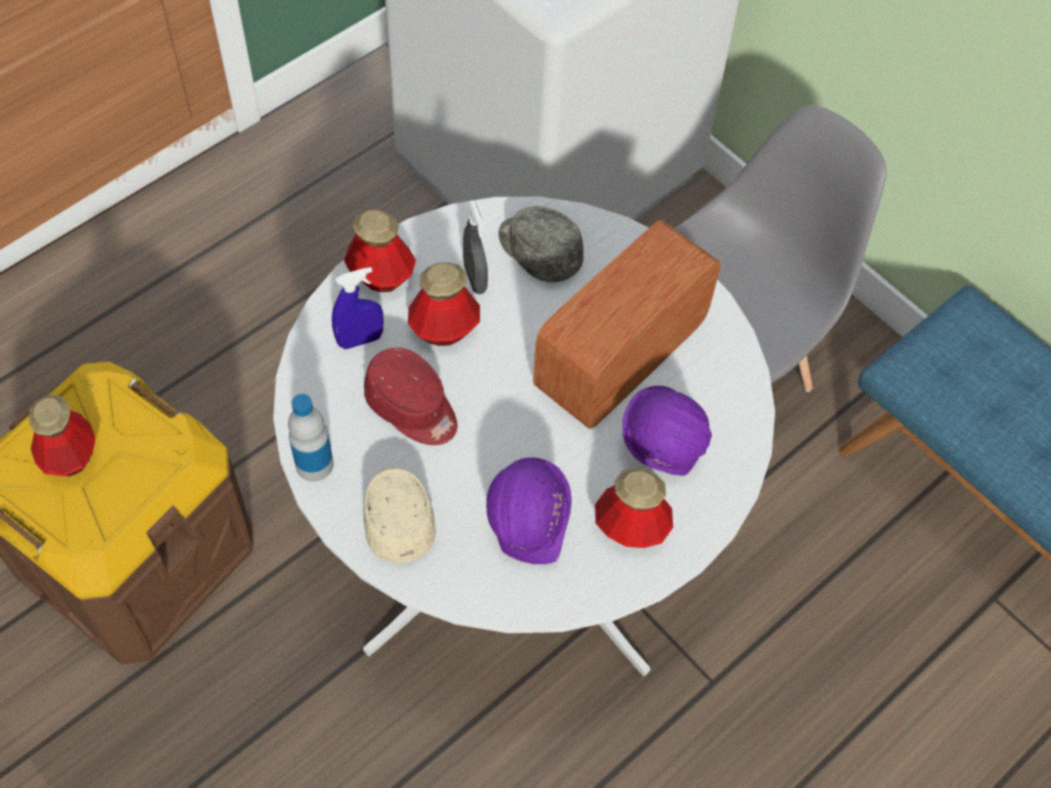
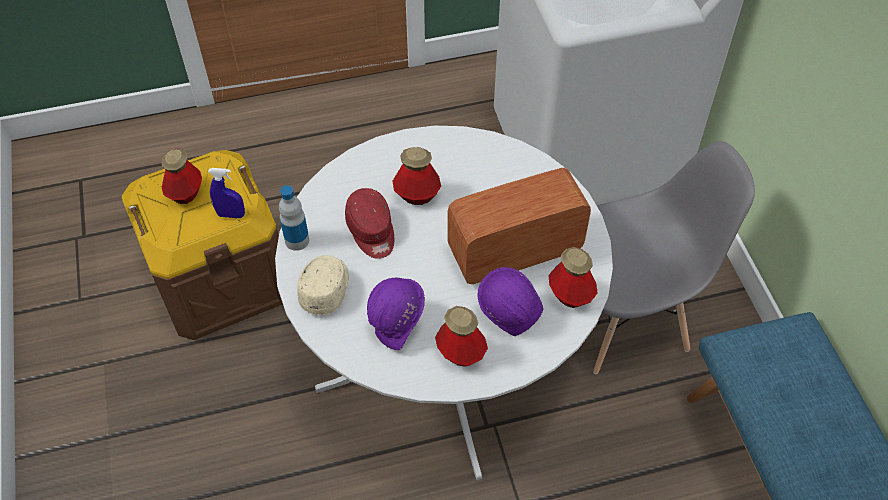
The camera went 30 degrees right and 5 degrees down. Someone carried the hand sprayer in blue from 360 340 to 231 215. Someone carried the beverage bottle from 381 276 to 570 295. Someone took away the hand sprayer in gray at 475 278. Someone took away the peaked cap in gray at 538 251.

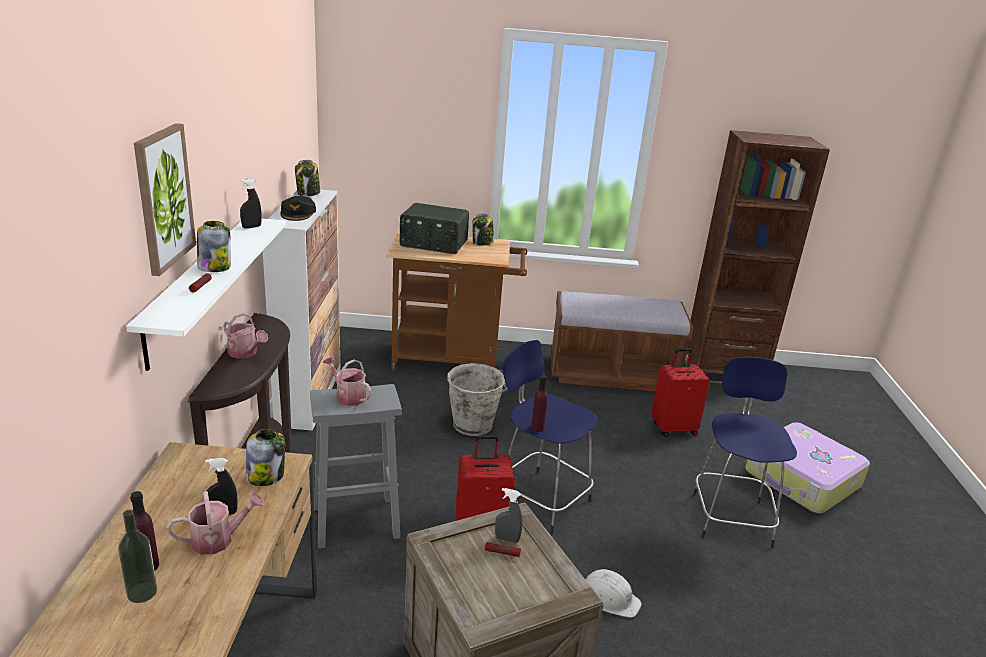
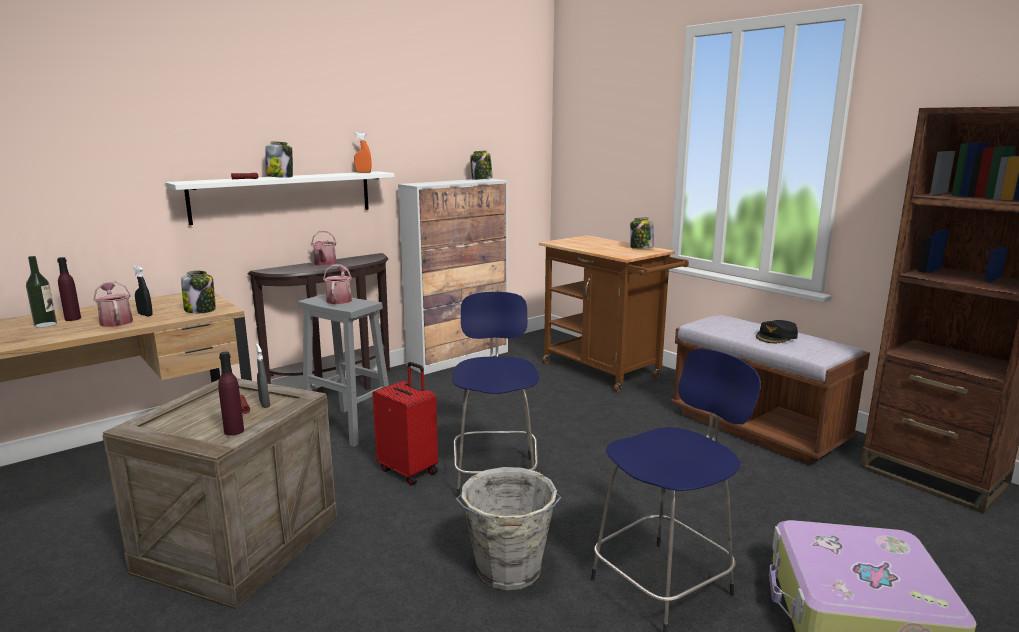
The camera went 50 degrees right and 10 degrees down. Someone rotated the watering can at 218 539 by 150 degrees counterclockwise. Someone carried the beverage bottle in purple from 537 428 to 234 431. Someone repainted the hand sprayer in blackish at 251 227, which became the hand sprayer in orange-coloured at 363 172. Someone carried the bucket in gray from 474 425 to 508 571. Someone carried the peaked cap in blackish from 298 213 to 776 337. Someone took away the picture at 163 198. Someone took away the radio set at 433 244. Someone took away the hard hat in white-coloured at 609 598. Someone took away the travel case in red at 673 428.

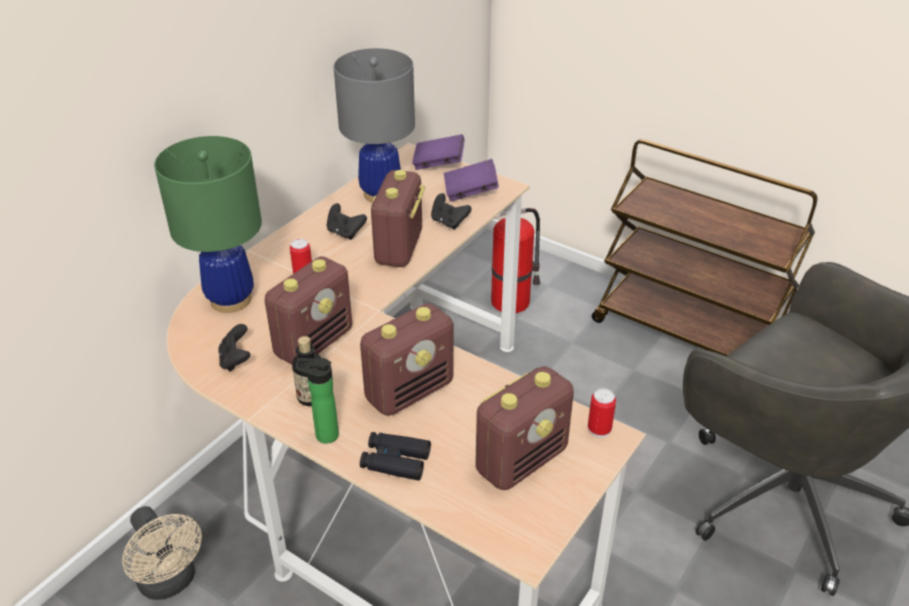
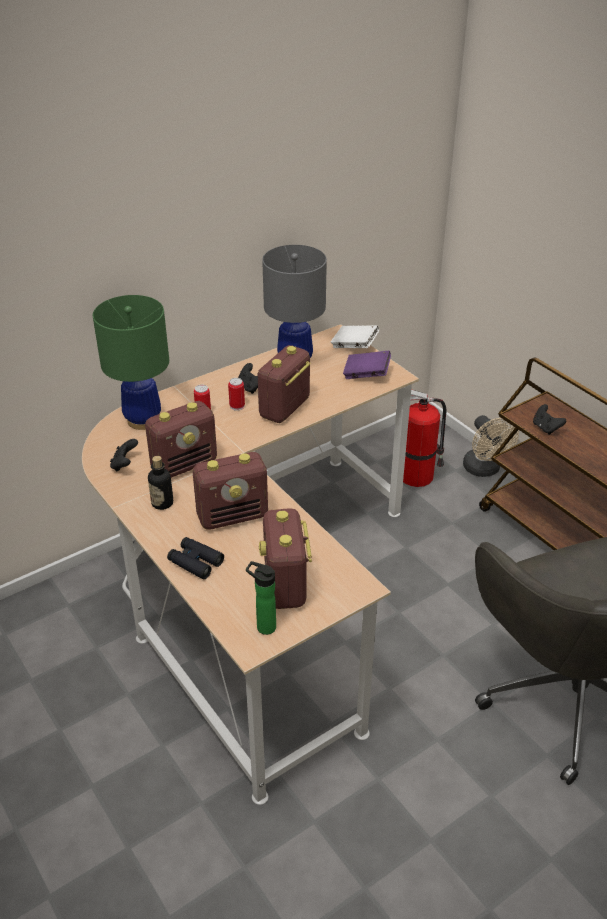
The camera went 20 degrees right and 0 degrees up. Someone carried the can from 599 429 to 237 406. Someone carried the beverage bottle from 323 435 to 263 626. Someone rotated the radio set at 522 460 by 105 degrees clockwise. Someone repainted the volume in purple at 438 164, which became the volume in white-coloured at 354 346. Someone carried the cooling fan in sand-coloured from 170 582 to 484 470. Someone carried the gamepad in blackish from 448 222 to 546 428.

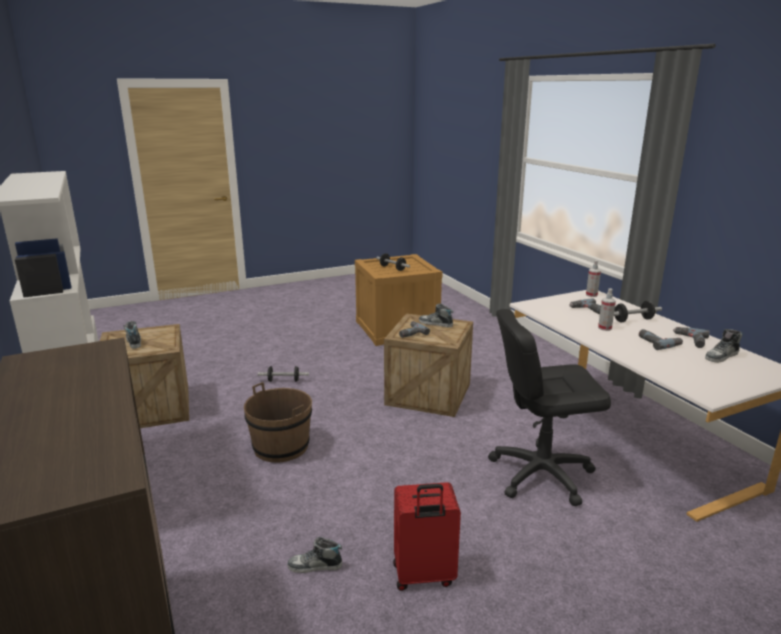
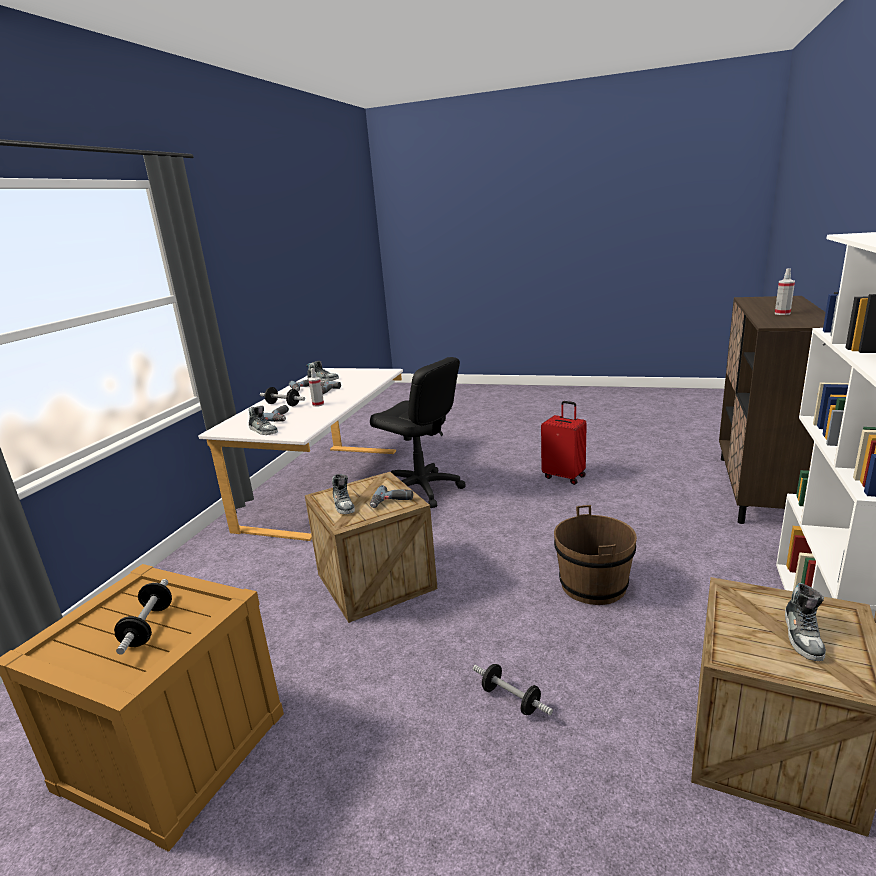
The camera went 135 degrees left and 0 degrees up. Someone carried the low shoe from 315 566 to 263 430. Someone carried the hand sprayer from 591 295 to 782 313.

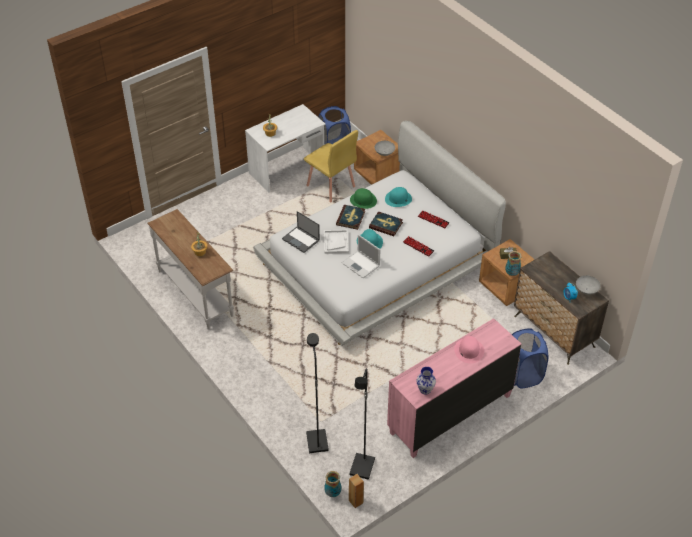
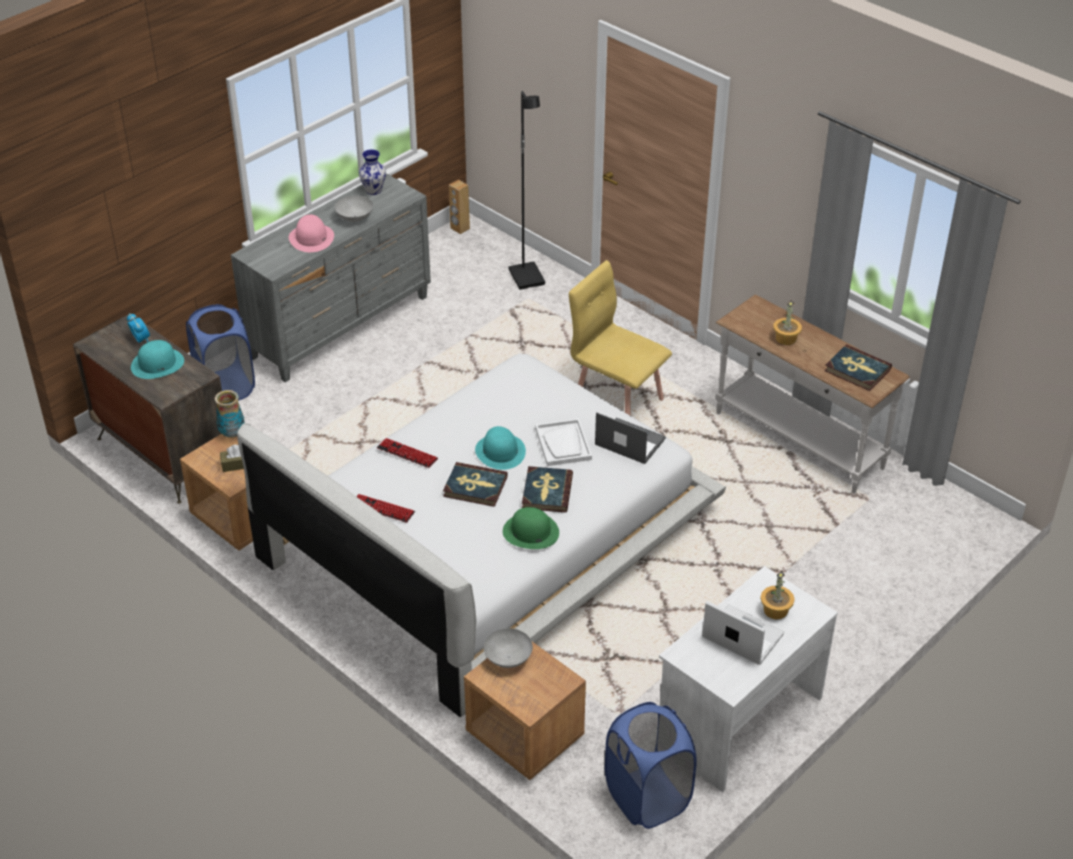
The camera went 170 degrees right and 5 degrees down. Someone carried the clothing hat in turquoise-coloured from 398 199 to 157 363. Someone repainted the chest of drawers in pink at 449 414, which became the chest of drawers in gray at 341 327. Someone carried the bowl in gray from 586 290 to 355 218. Someone carried the plain chair in yellow-coloured from 331 186 to 617 403. Someone carried the laptop from 361 265 to 741 635. Someone put down the volume at 857 370. Someone took away the vase at 333 493. Someone took away the floor lamp in blackish at 362 467.

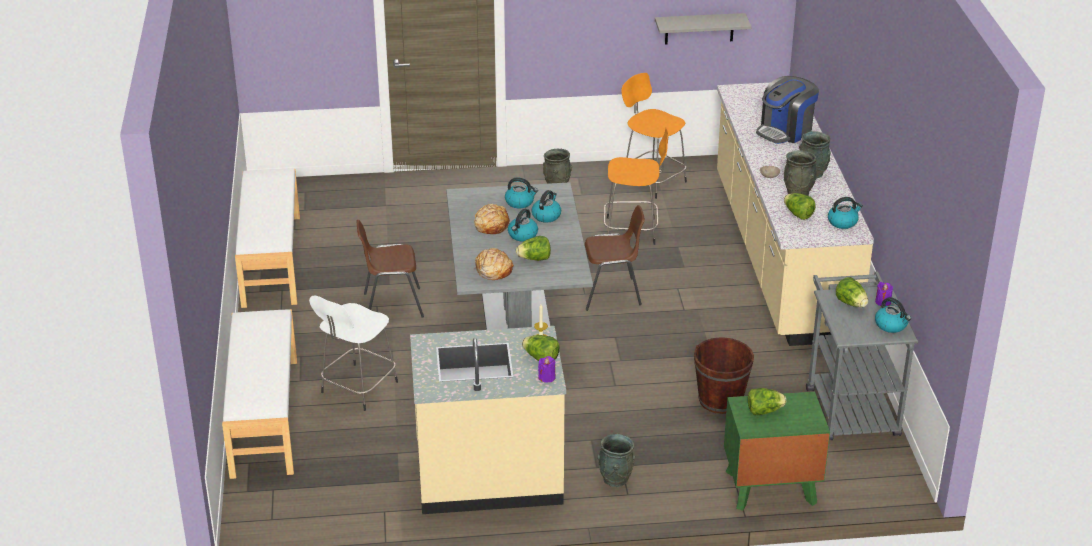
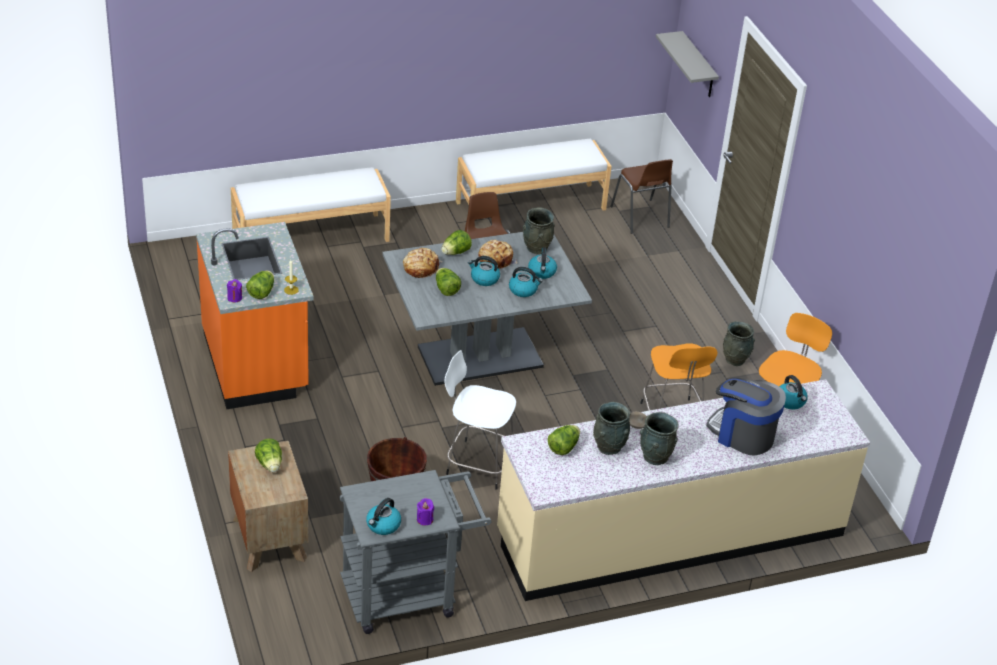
The camera went 75 degrees right and 5 degrees up. Someone repainted the kitchen counter in sand-coloured at 489 476, which became the kitchen counter in orange-coloured at 257 363. Someone repainted the bedside table in green at 770 487, which became the bedside table in brown-coloured at 269 538. Someone carried the lettuce head from 851 303 to 455 252. Someone carried the sitting stool in white-coloured from 357 388 to 478 464. Someone carried the vase in gray from 615 479 to 536 248. Someone carried the plain chair in brown-coloured from 611 294 to 640 218. Someone carried the bracket shelf in gray from 699 28 to 698 66. Someone carried the kettle from 843 222 to 790 401.

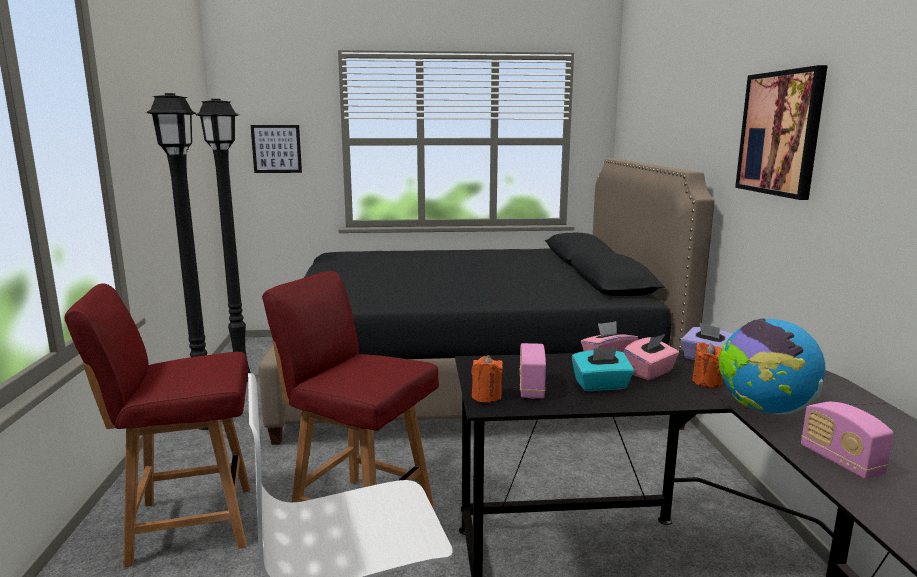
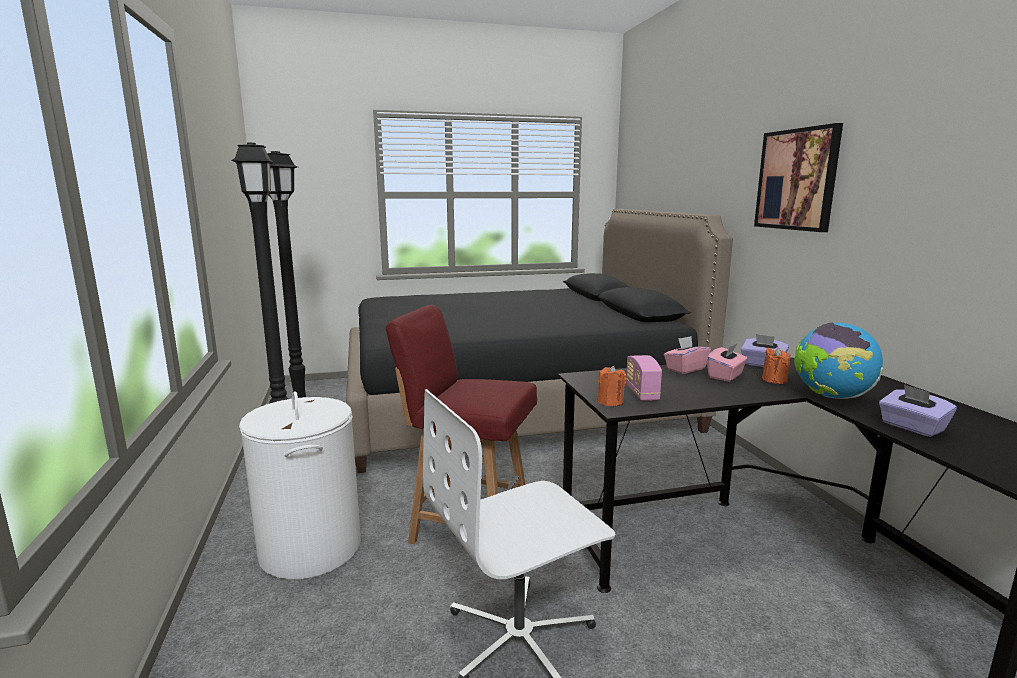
The camera went 10 degrees left and 0 degrees up. Someone swapped the plain chair in red at 188 524 for the washing basket in white-coloured at 310 548. Someone swapped the radio set at 840 461 for the tissue holder in purple at 912 427. Someone took away the picture at 276 149. Someone took away the tissue holder in turquoise-coloured at 601 386.

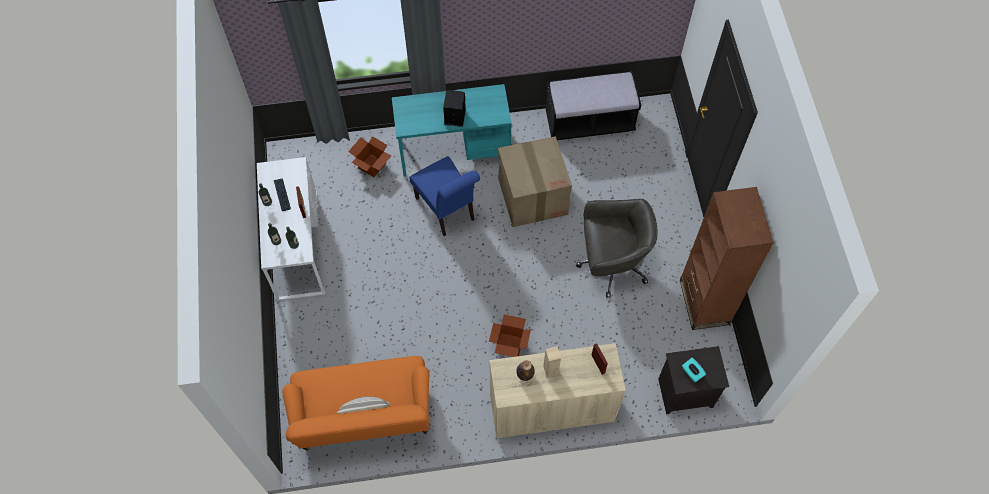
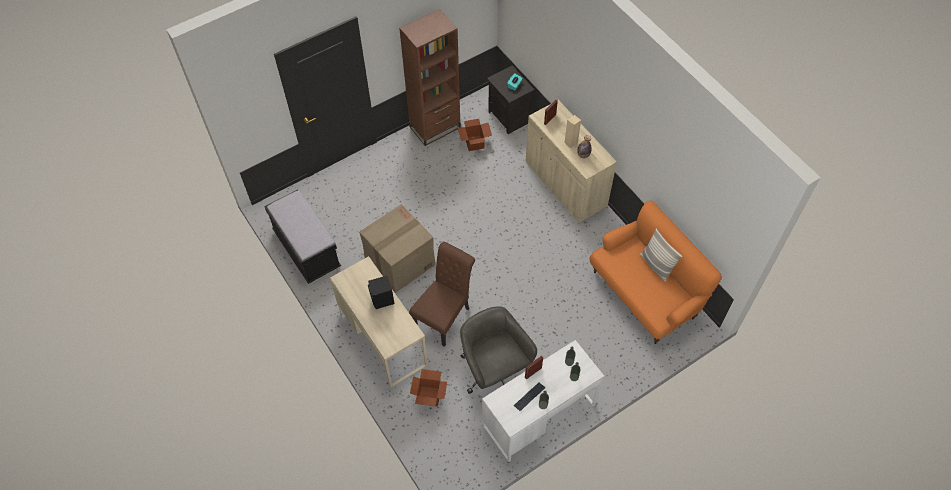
The camera went 115 degrees left and 5 degrees down. Someone repainted the desk unit in turquoise-coloured at 454 151, which became the desk unit in sand-coloured at 383 337. Someone repainted the plain chair in blue at 447 211, which became the plain chair in brown-coloured at 445 316. Someone carried the packing box from 510 344 to 474 143. Someone carried the computer chair in gray from 611 264 to 493 372.

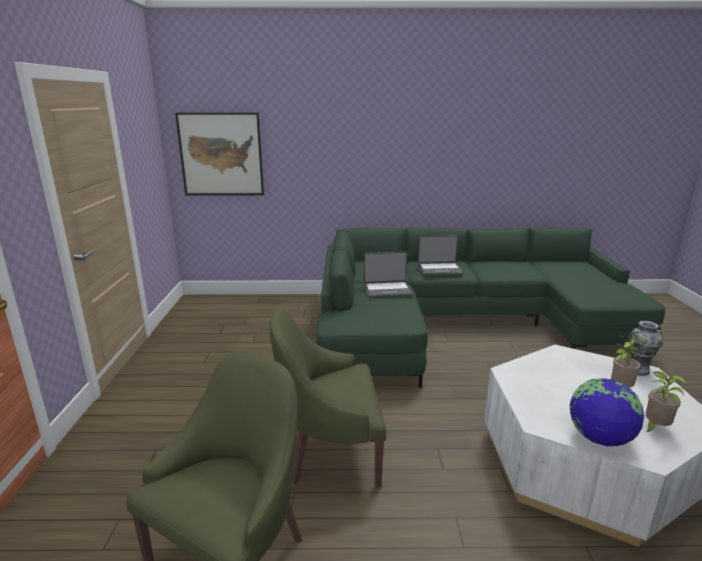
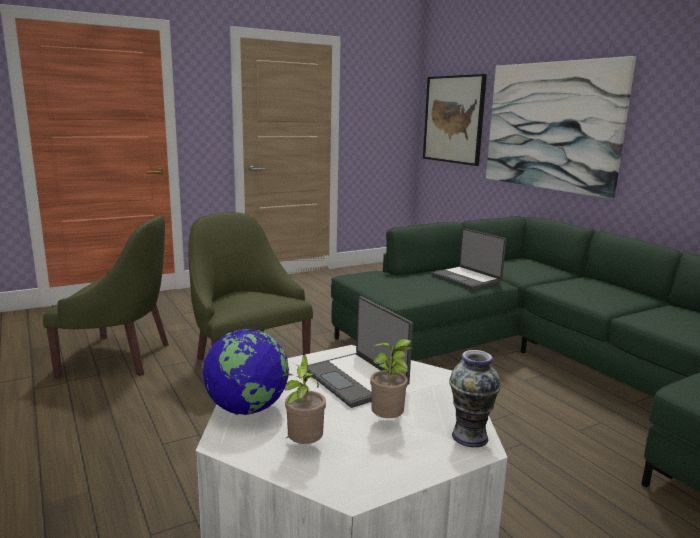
The camera went 60 degrees right and 5 degrees down. Someone carried the laptop from 439 269 to 356 380. Someone put up the picture at 551 126.

